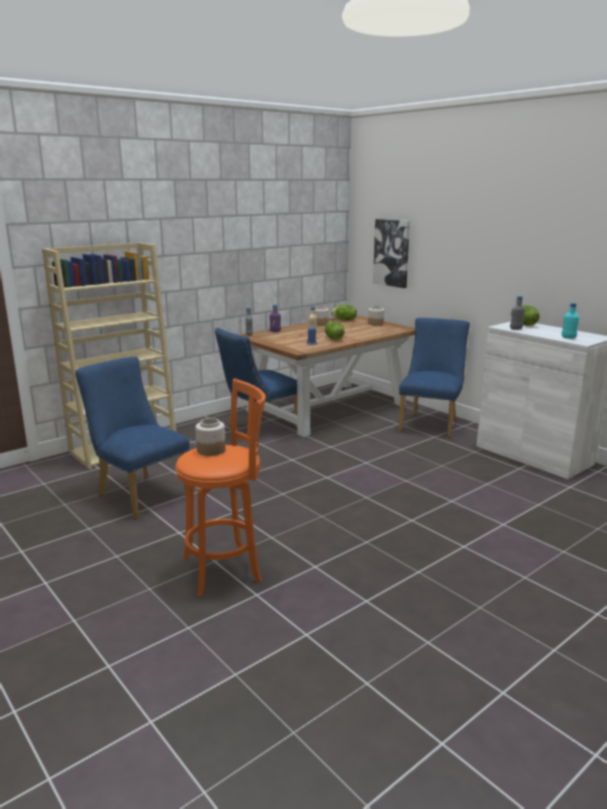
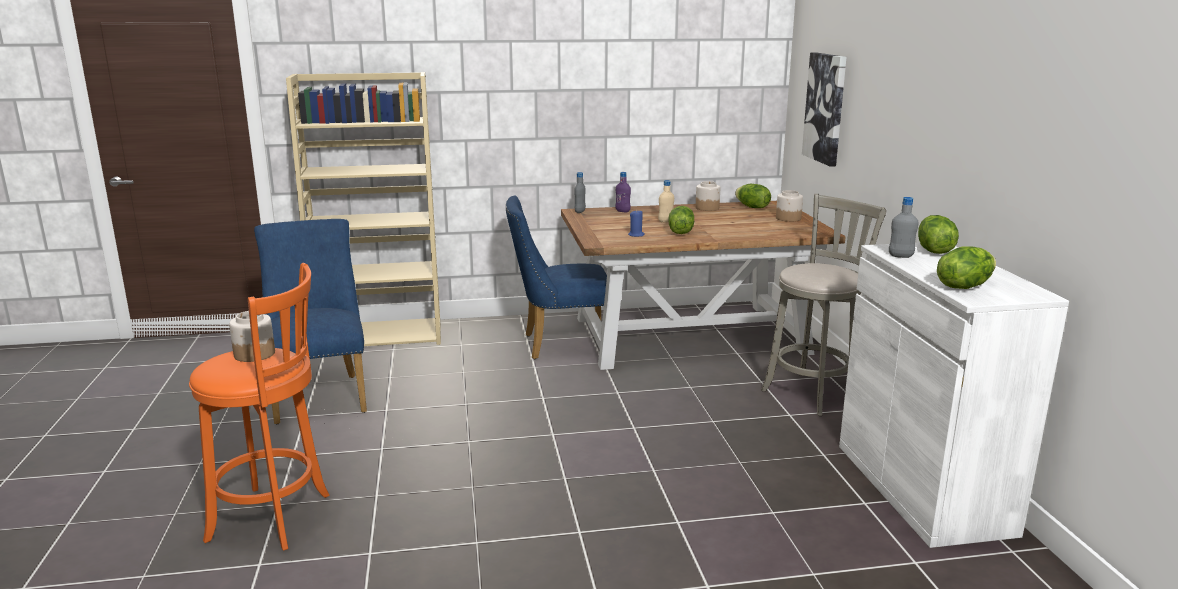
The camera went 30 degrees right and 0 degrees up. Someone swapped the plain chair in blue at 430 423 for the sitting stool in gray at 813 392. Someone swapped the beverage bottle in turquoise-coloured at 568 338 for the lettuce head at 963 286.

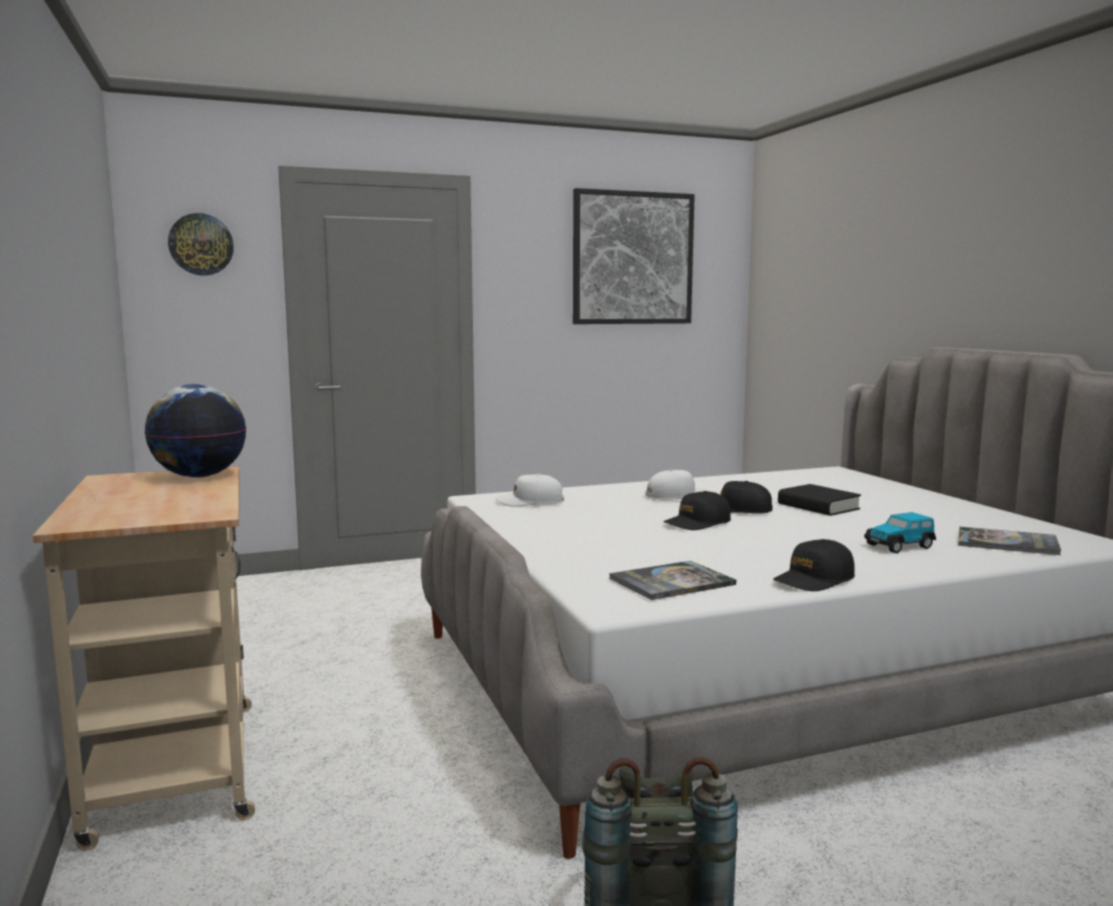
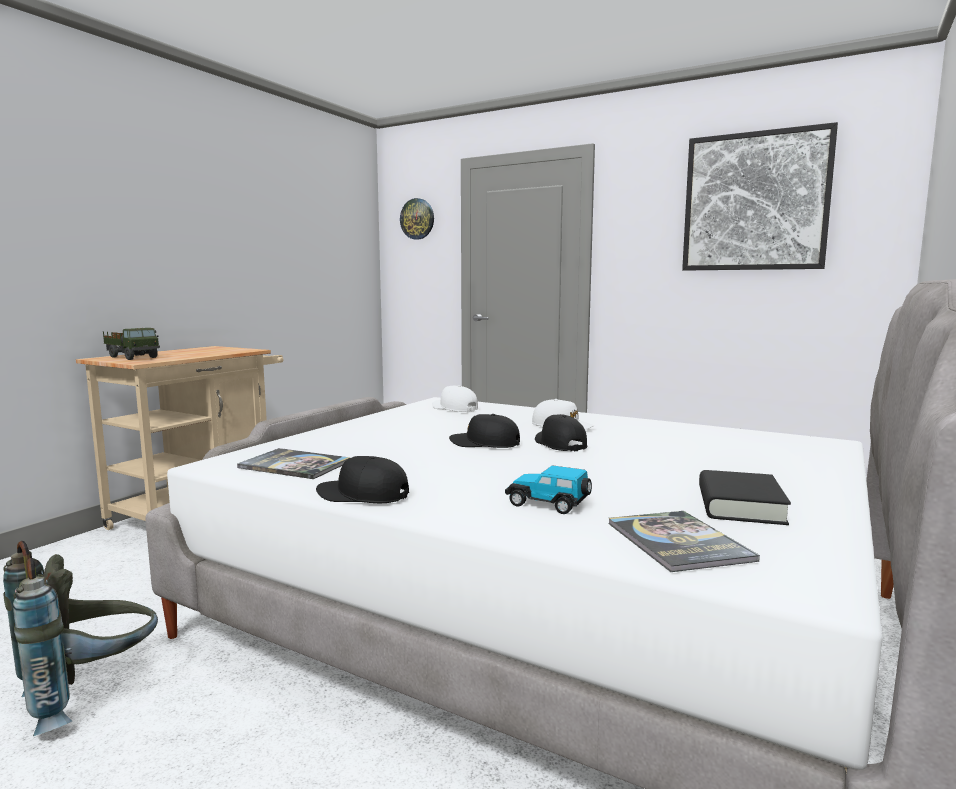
The camera went 50 degrees right and 0 degrees up. Someone put down the toy truck at 133 357. Someone carried the volume in blackish from 818 506 to 740 505. Someone took away the desk globe at 199 476.

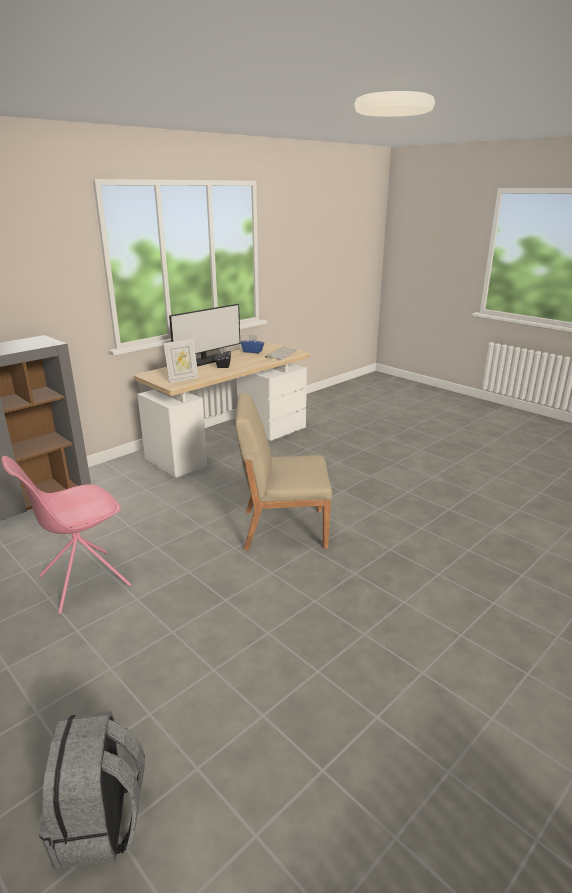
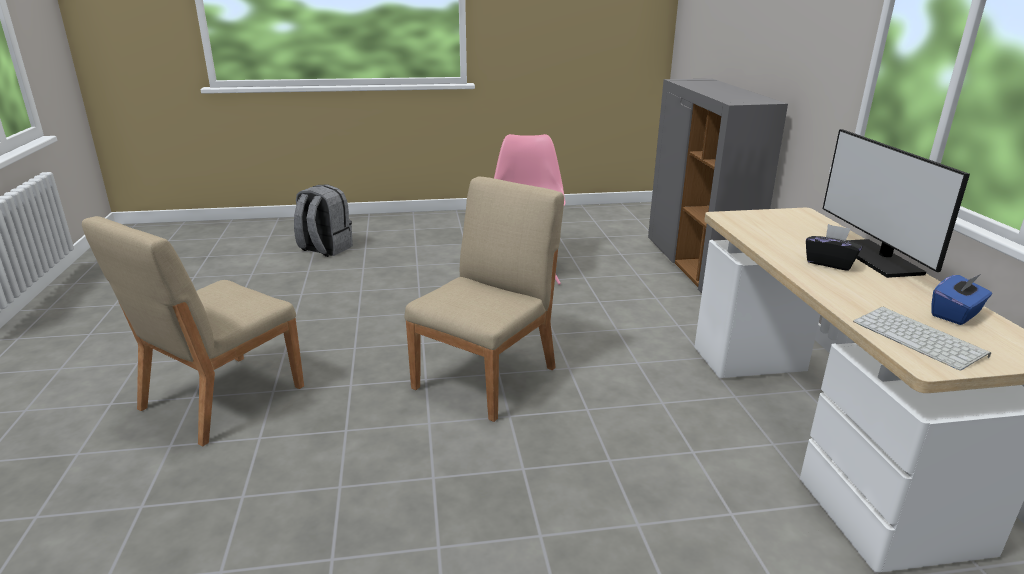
The camera went 125 degrees right and 0 degrees up. Someone put down the plain chair in sand-coloured at 220 398. Someone took away the photo frame at 182 379.

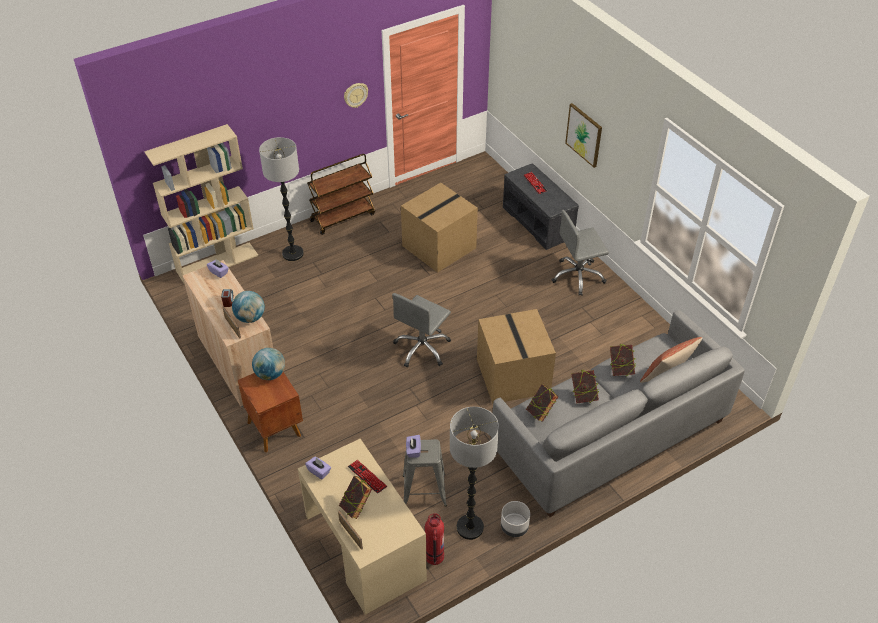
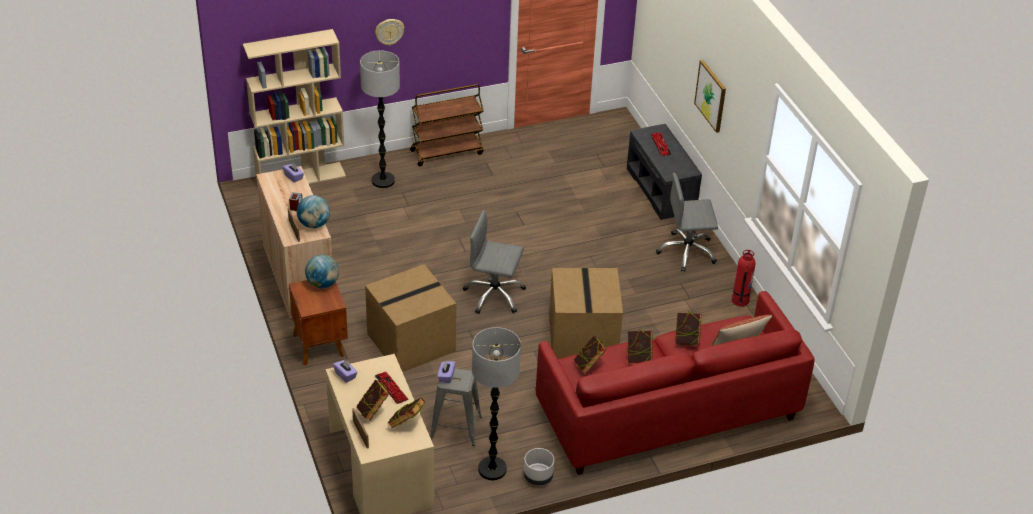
The camera went 10 degrees right and 5 degrees down. Someone carried the packing box from 439 246 to 411 341. Someone carried the hanging clock from 355 95 to 389 31. Someone put down the volume at 406 424. Someone rotated the computer chair in gray at 422 348 by 60 degrees clockwise. Someone repainted the couch in gray at 610 436, which became the couch in red at 667 412. Someone carried the fire extinguisher from 434 556 to 740 301.

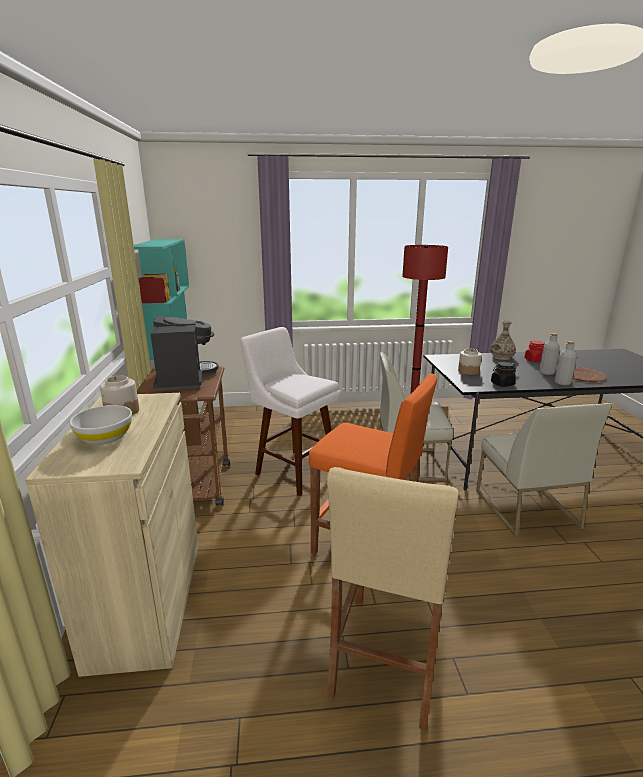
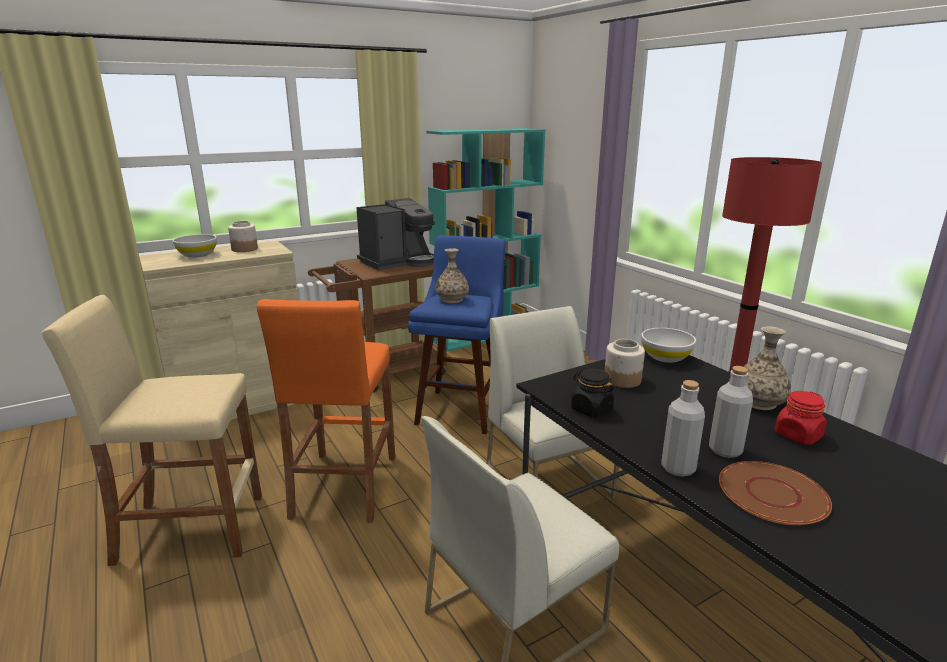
The camera went 65 degrees right and 0 degrees up. Someone repainted the sitting stool in white-coloured at 293 470, which became the sitting stool in blue at 461 408. Someone put down the vase at 452 299. Someone put down the bowl in white-coloured at 665 357.

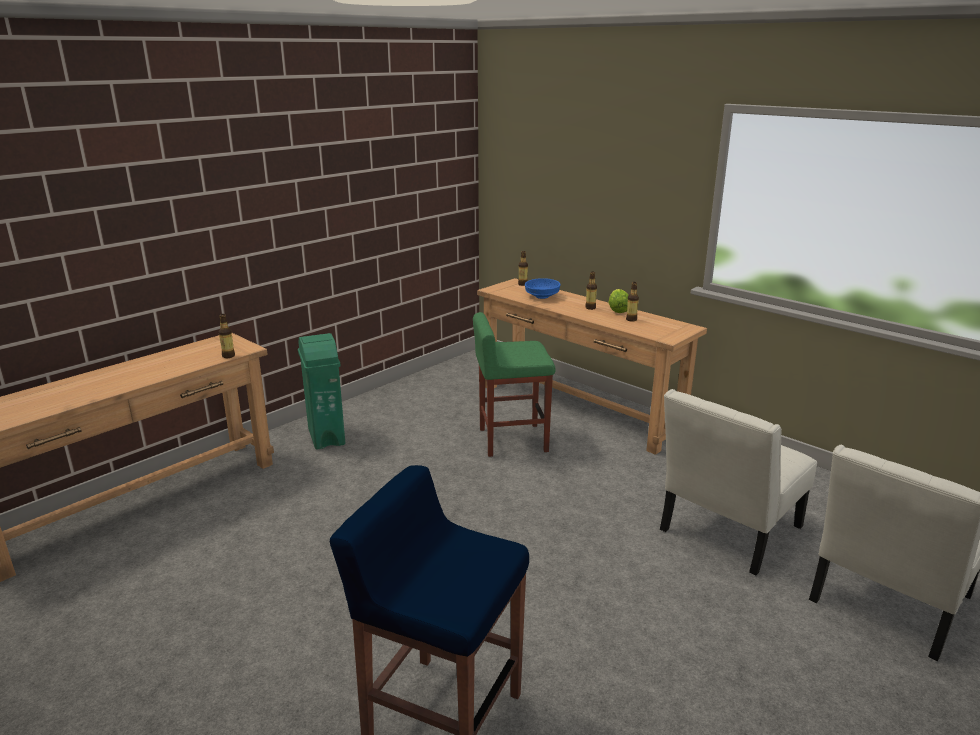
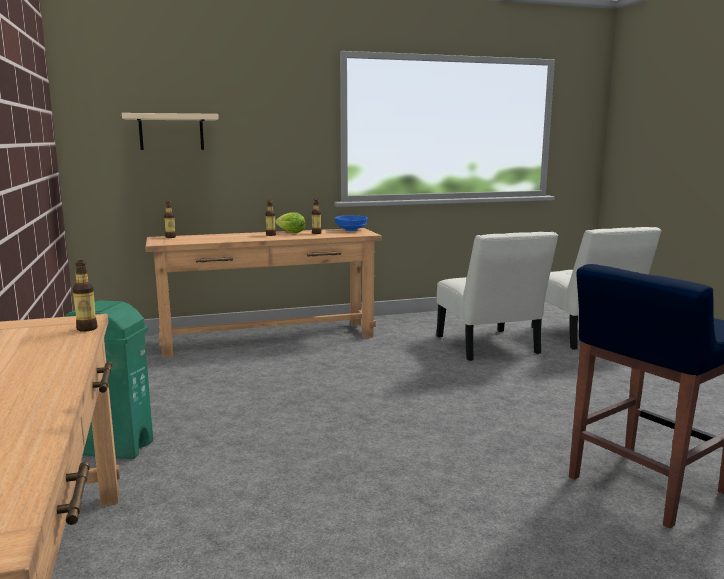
The camera went 60 degrees left and 10 degrees down. Someone put up the bracket shelf in sand-coloured at 171 132. Someone carried the bowl in blue from 541 296 to 350 230. Someone took away the sitting stool in green at 511 440.

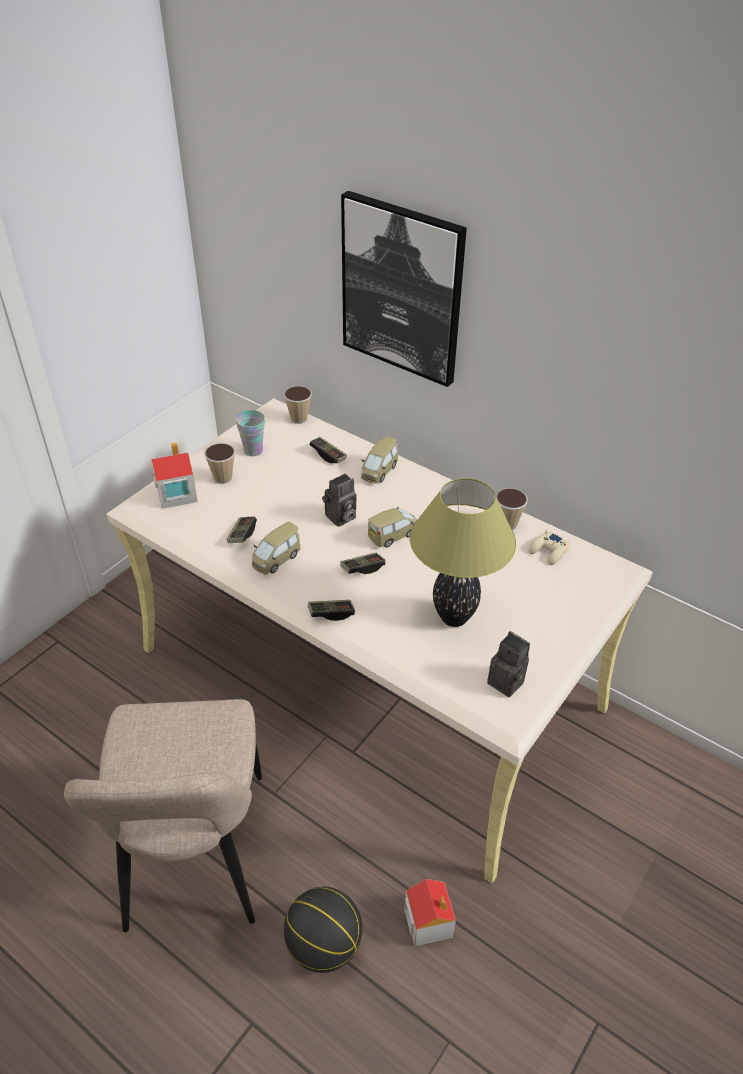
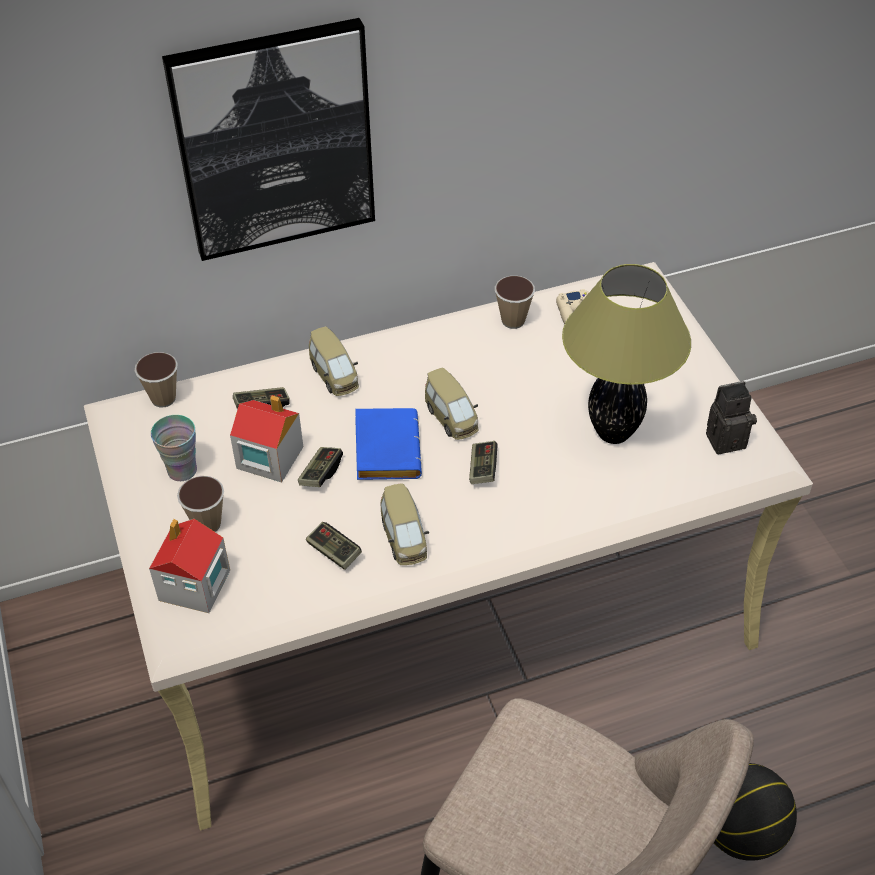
The camera went 55 degrees left and 5 degrees up. Someone carried the toy house from 428 921 to 269 457. Someone carried the gamepad from 331 613 to 321 473. Someone swapped the photo camera at 340 518 for the volume in blue at 384 448. Someone rotated the model car at 392 535 by 150 degrees clockwise.

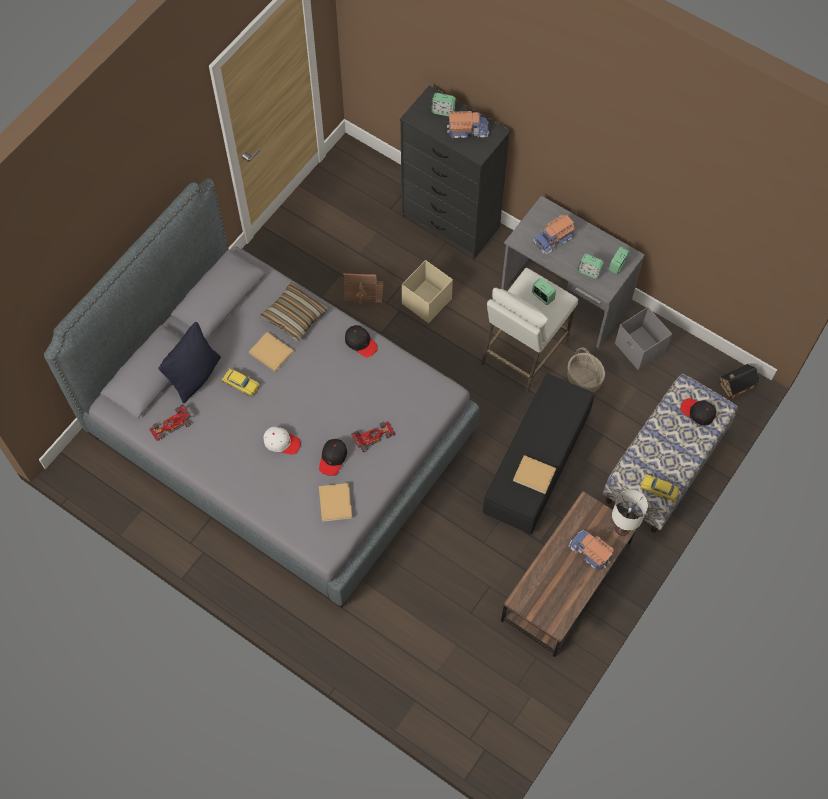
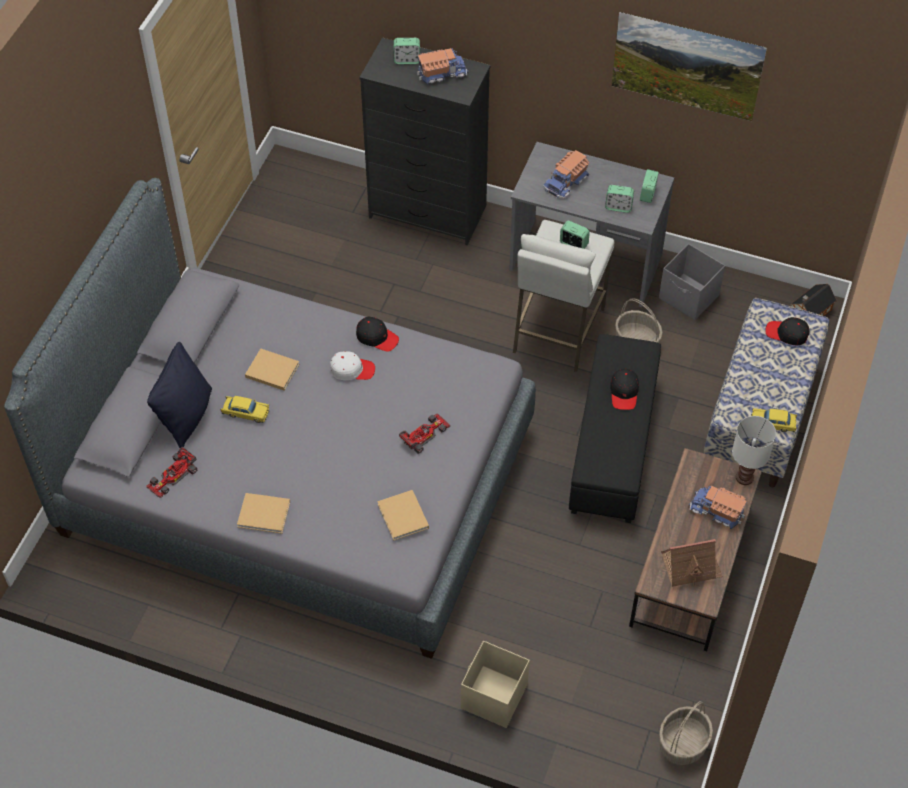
The camera went 15 degrees left and 10 degrees down. Someone carried the volume in sand-coloured from 535 475 to 265 514. Someone carried the peaked cap in white-coloured from 281 442 to 352 369. Someone carried the storage bin in sand-coloured from 426 302 to 493 697. Someone carried the peaked cap in blackish from 333 458 to 624 392. Someone put up the picture at 683 85. Someone put down the storage basket at 683 744. Someone carried the toy house from 363 291 to 690 567. Someone took away the throw pillow at 295 316.

